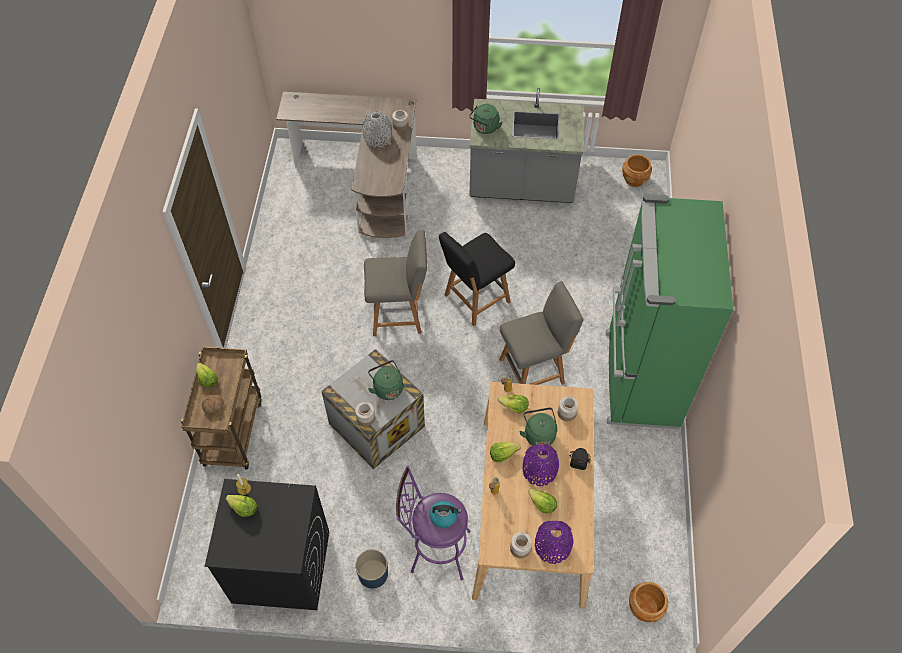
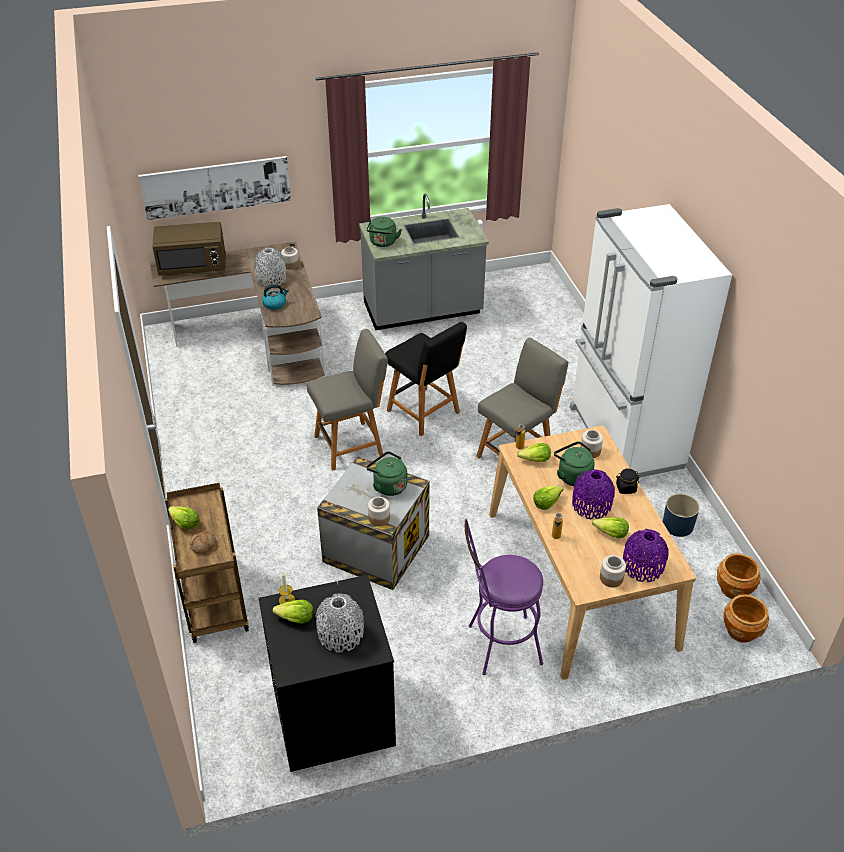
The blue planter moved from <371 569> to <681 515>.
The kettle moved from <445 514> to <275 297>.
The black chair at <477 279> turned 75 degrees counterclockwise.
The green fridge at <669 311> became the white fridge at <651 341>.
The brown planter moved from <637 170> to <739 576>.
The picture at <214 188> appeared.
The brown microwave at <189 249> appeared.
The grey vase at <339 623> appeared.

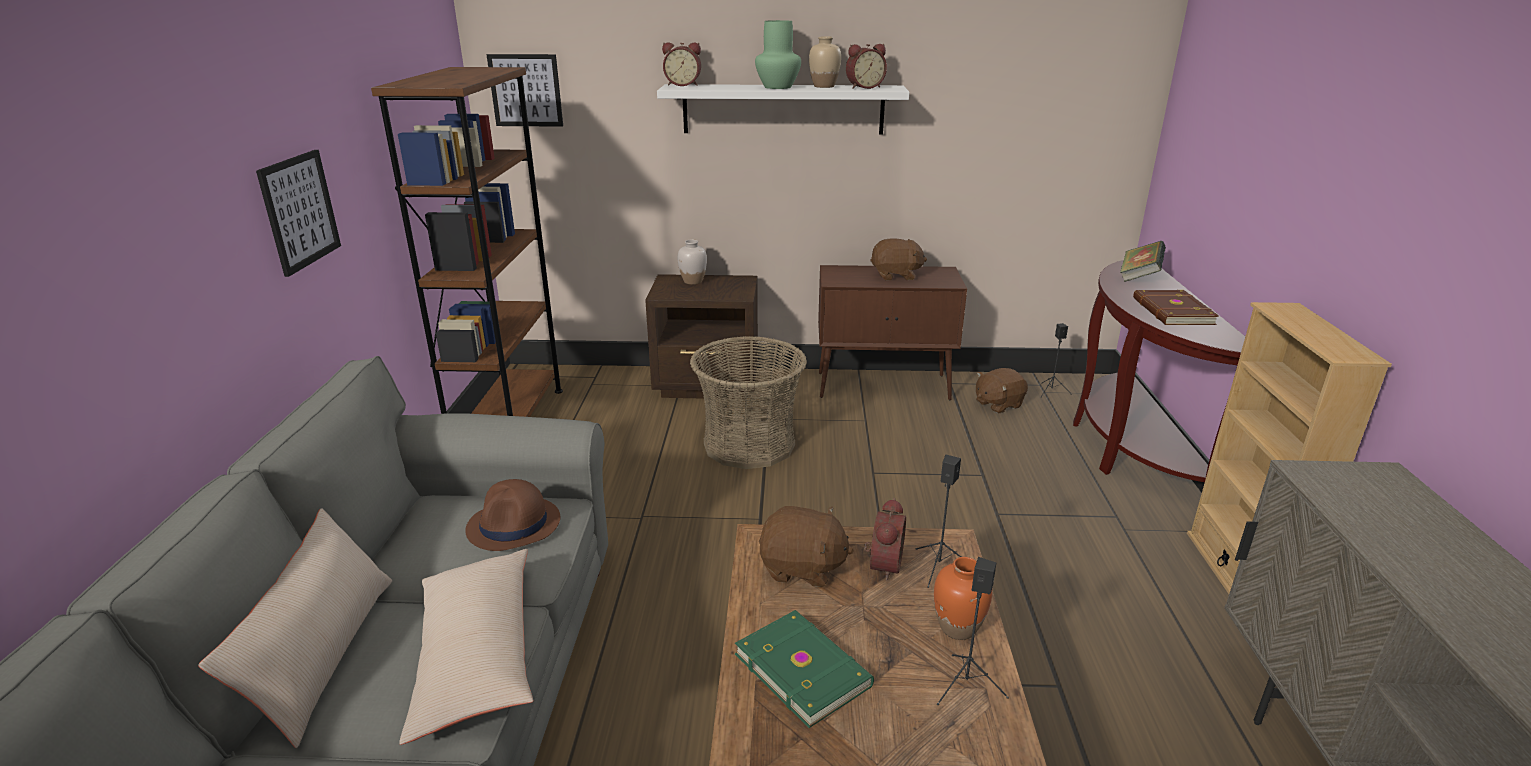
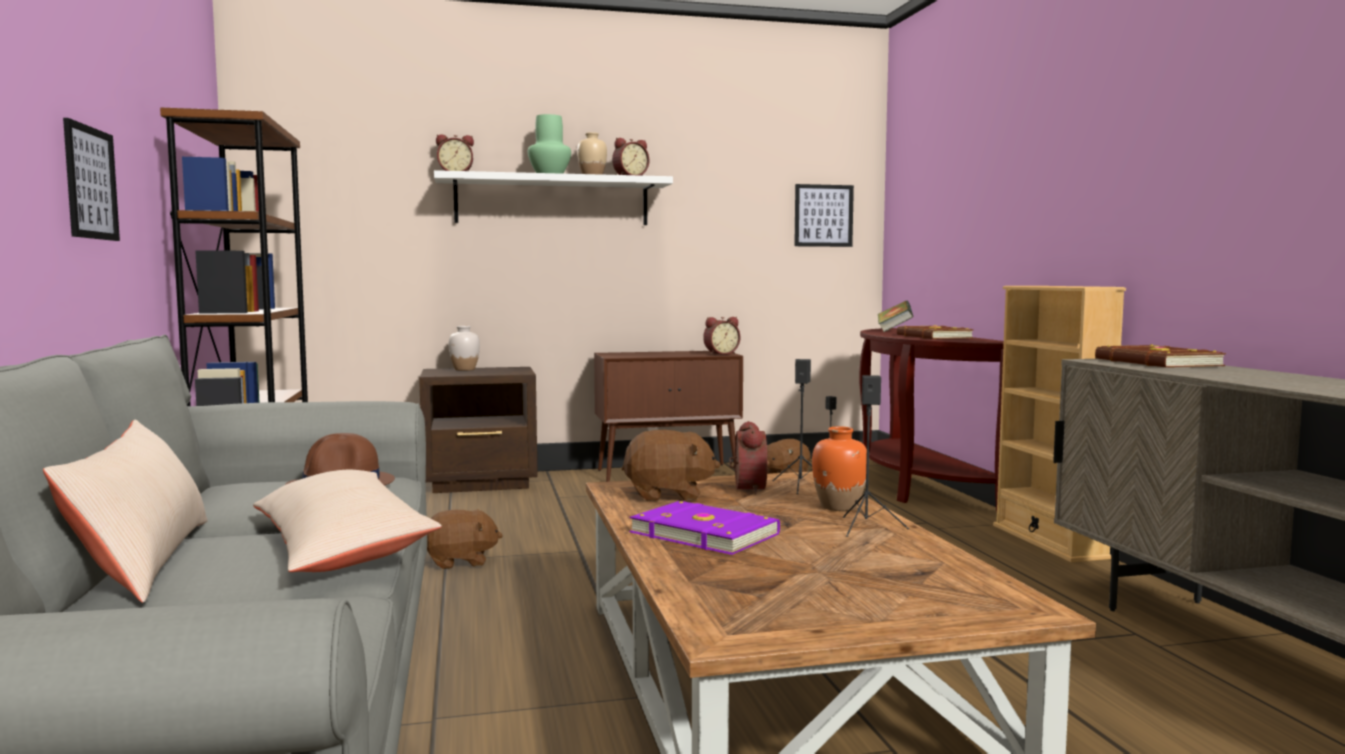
The picture moved from <524 90> to <824 215>.
The basket at <748 402> disappeared.
The green book at <804 669> became the purple book at <705 528>.
The brown plush toy moved from <898 259> to <465 539>.
The alarm clock at <721 336> appeared.
The brown book at <1160 356> appeared.

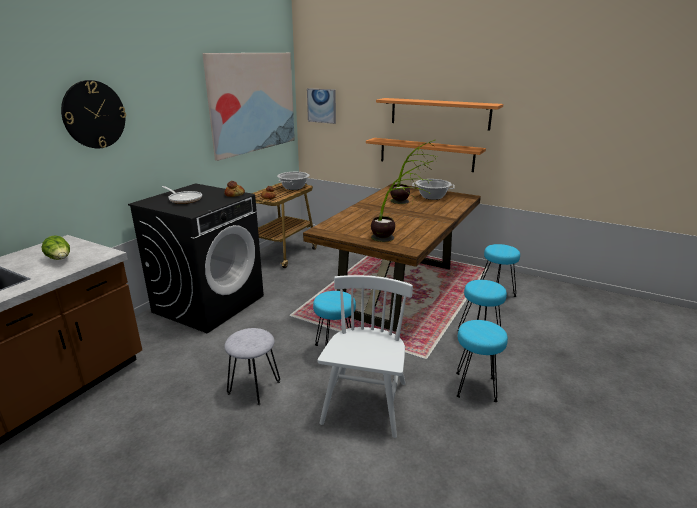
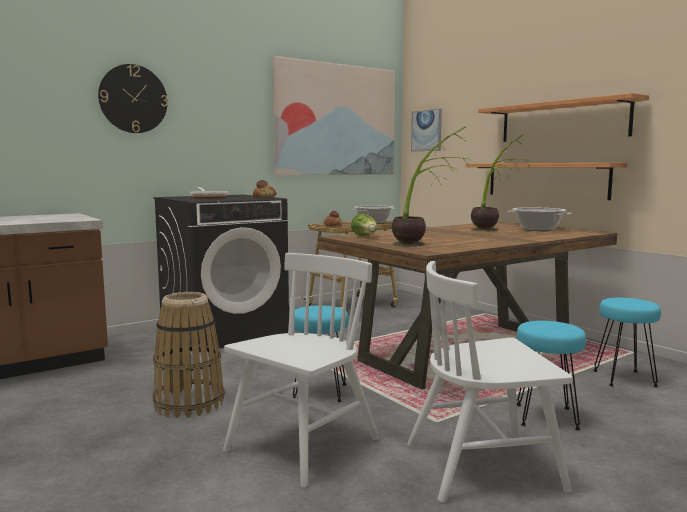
The lettuce moved from <55 247> to <364 224>.
The grey stool at <252 366> was replaced by the basket at <189 355>.
The turquoise stool at <482 361> was replaced by the white chair at <490 382>.

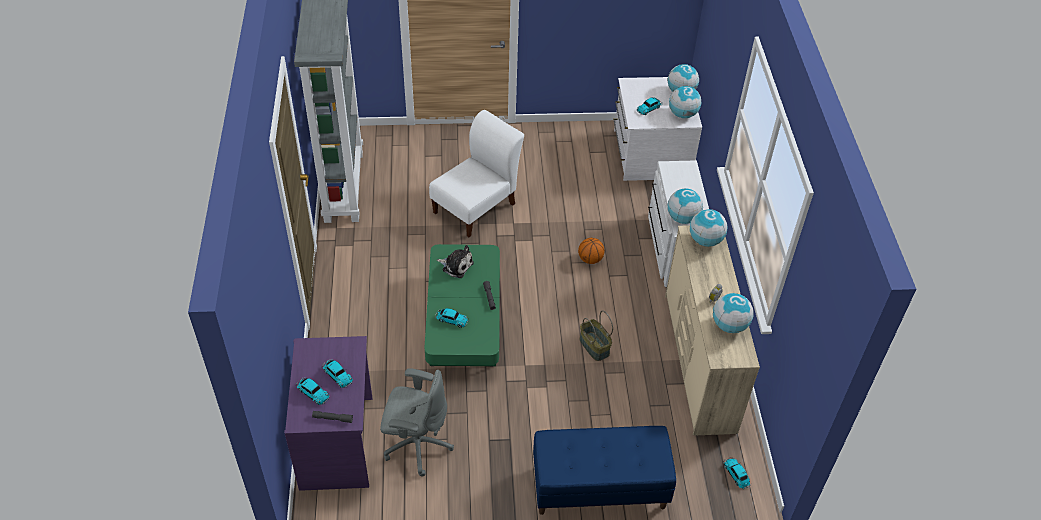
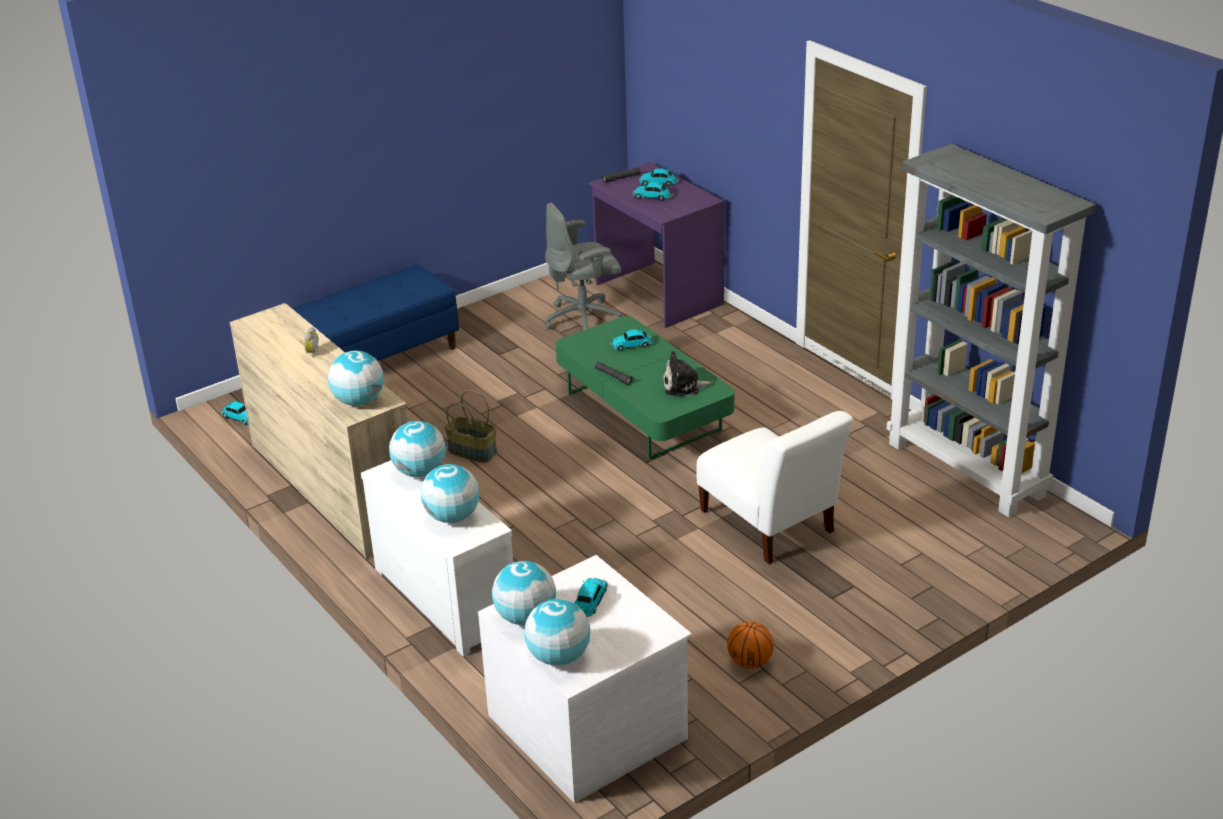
The white chair at <476 173> turned 45 degrees counterclockwise.
The basketball moved from <591 251> to <750 645>.
The globe moved from <733 313> to <450 493>.

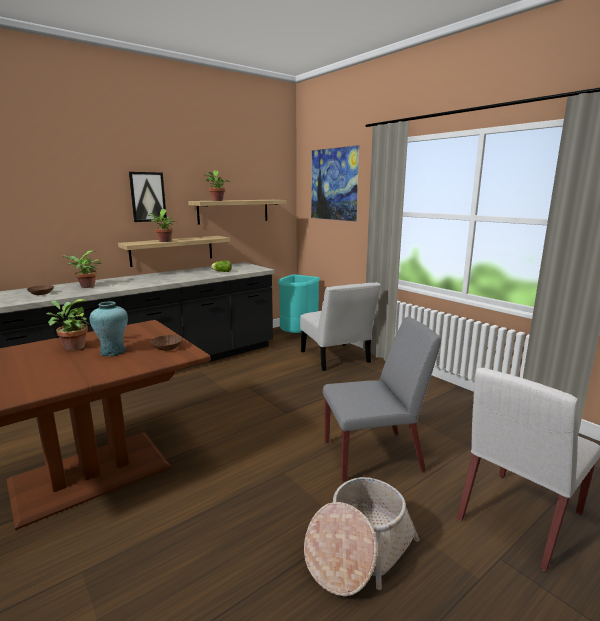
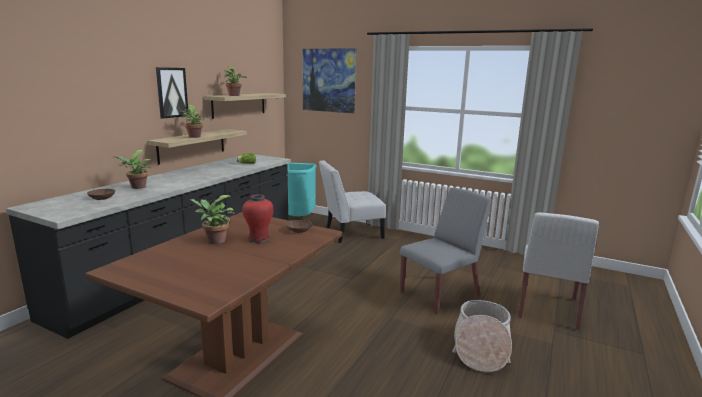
The turquoise vase at <109 328> became the red vase at <258 218>.
The white chair at <340 326> turned 120 degrees clockwise.

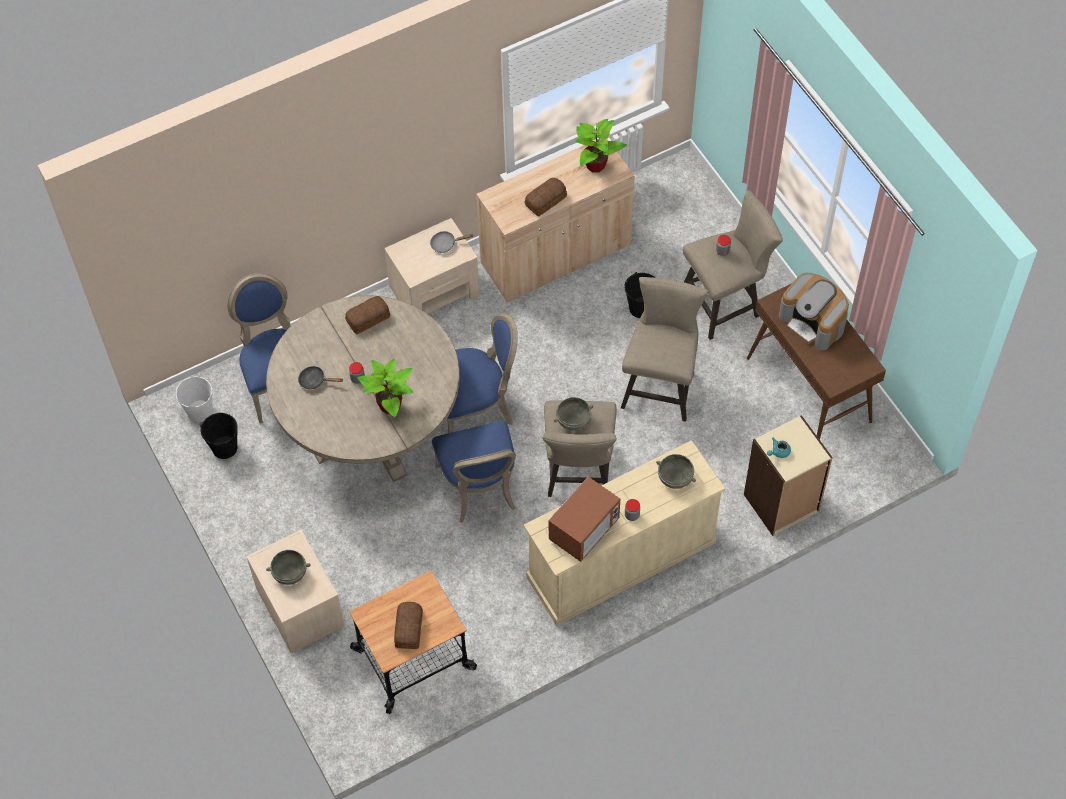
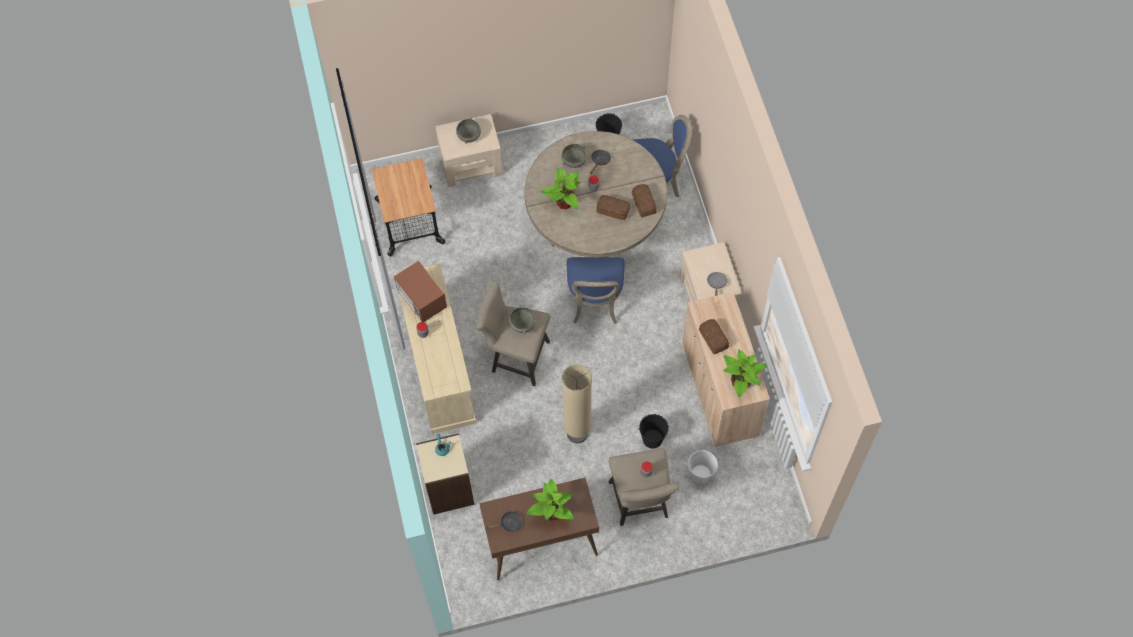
The white bucket moved from <194 399> to <703 467>.
The bread moved from <408 625> to <613 207>.
The blue chair at <474 472> disappeared.
The beige stool at <665 349> was replaced by the beige floor lamp at <577 404>.
The grey bowl moved from <676 471> to <574 156>.
The coffee machine at <814 311> was replaced by the potted plant at <550 500>.
The black frying pan at <504 521> appeared.

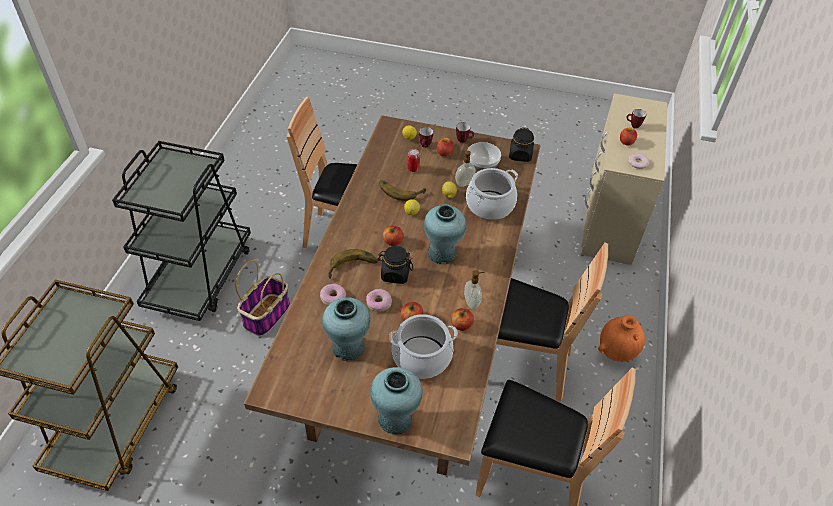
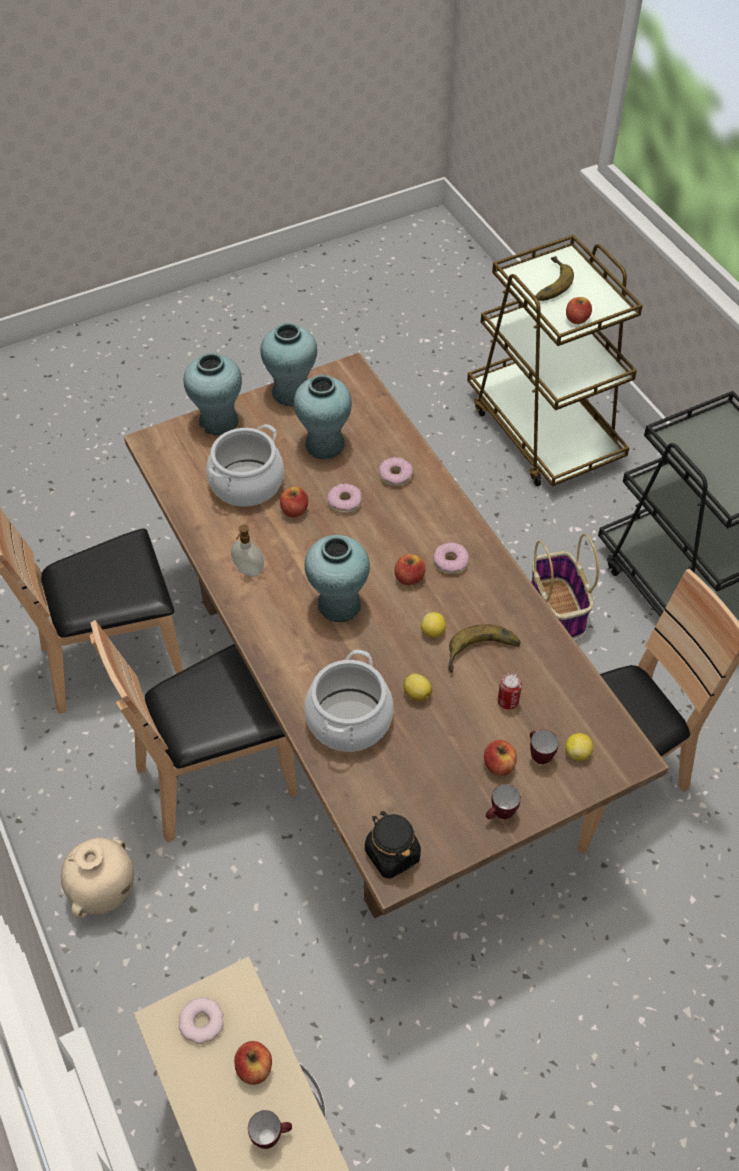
The banana moved from <353 264> to <554 278>.
The black jar at <395 265> disappeared.
The apple moved from <462 319> to <579 310>.
The soap dispenser at <465 168> disappeared.
The bowl at <484 156> disappeared.
The orange vase at <621 338> became the beige vase at <97 878>.
The turquoise vase at <289 364> appeared.
The donut at <451 558> appeared.

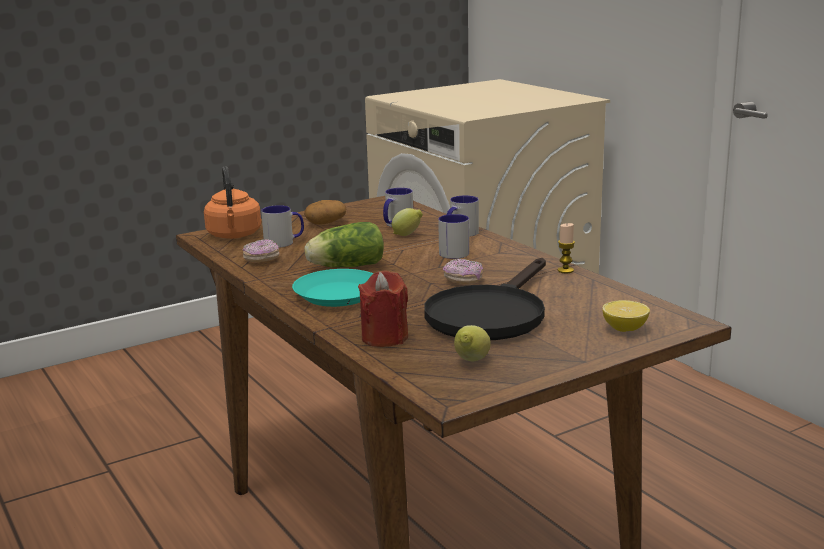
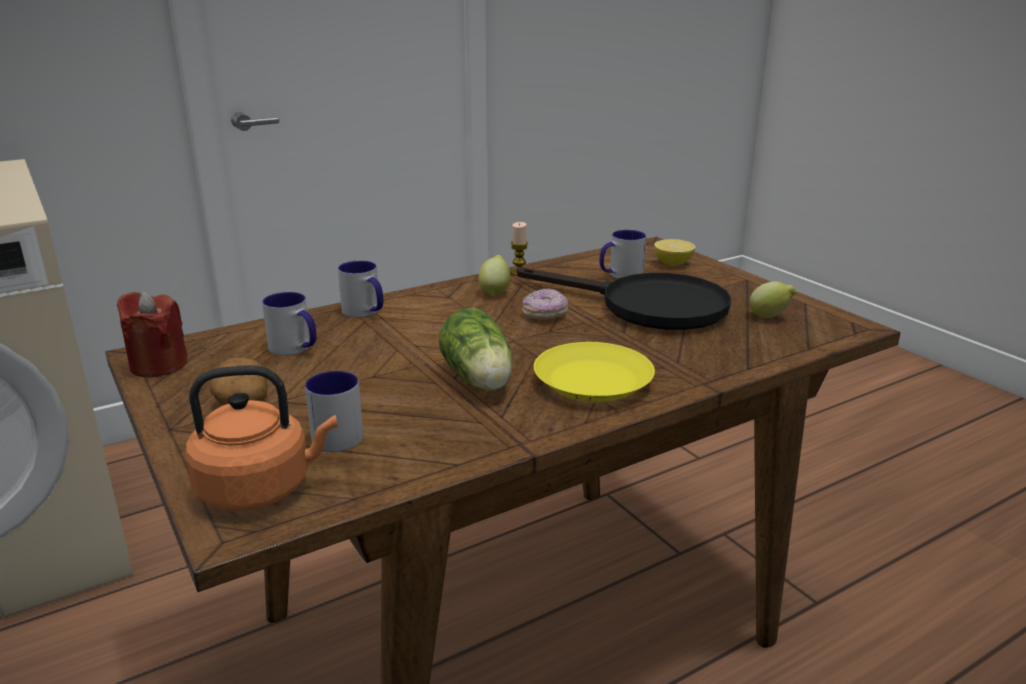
The donut at <261 250> disappeared.
The turquoise plate at <333 288> became the yellow plate at <594 372>.
The red candle moved from <383 308> to <152 335>.
The lemon moved from <407 222> to <494 275>.
The mug moved from <453 236> to <623 254>.

